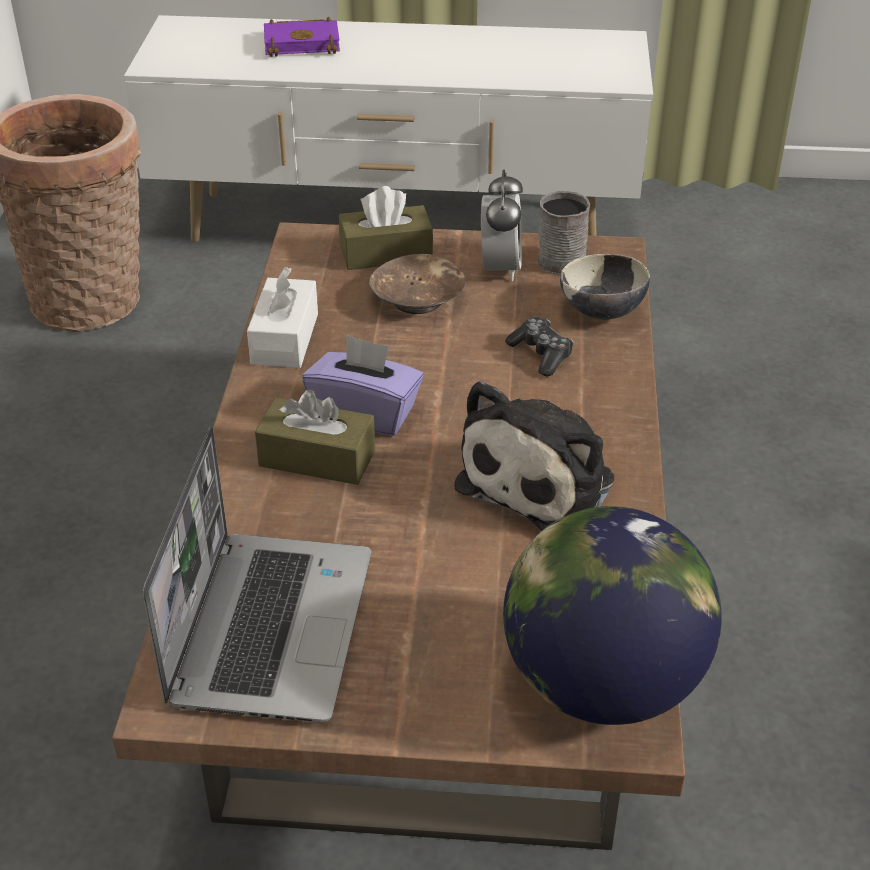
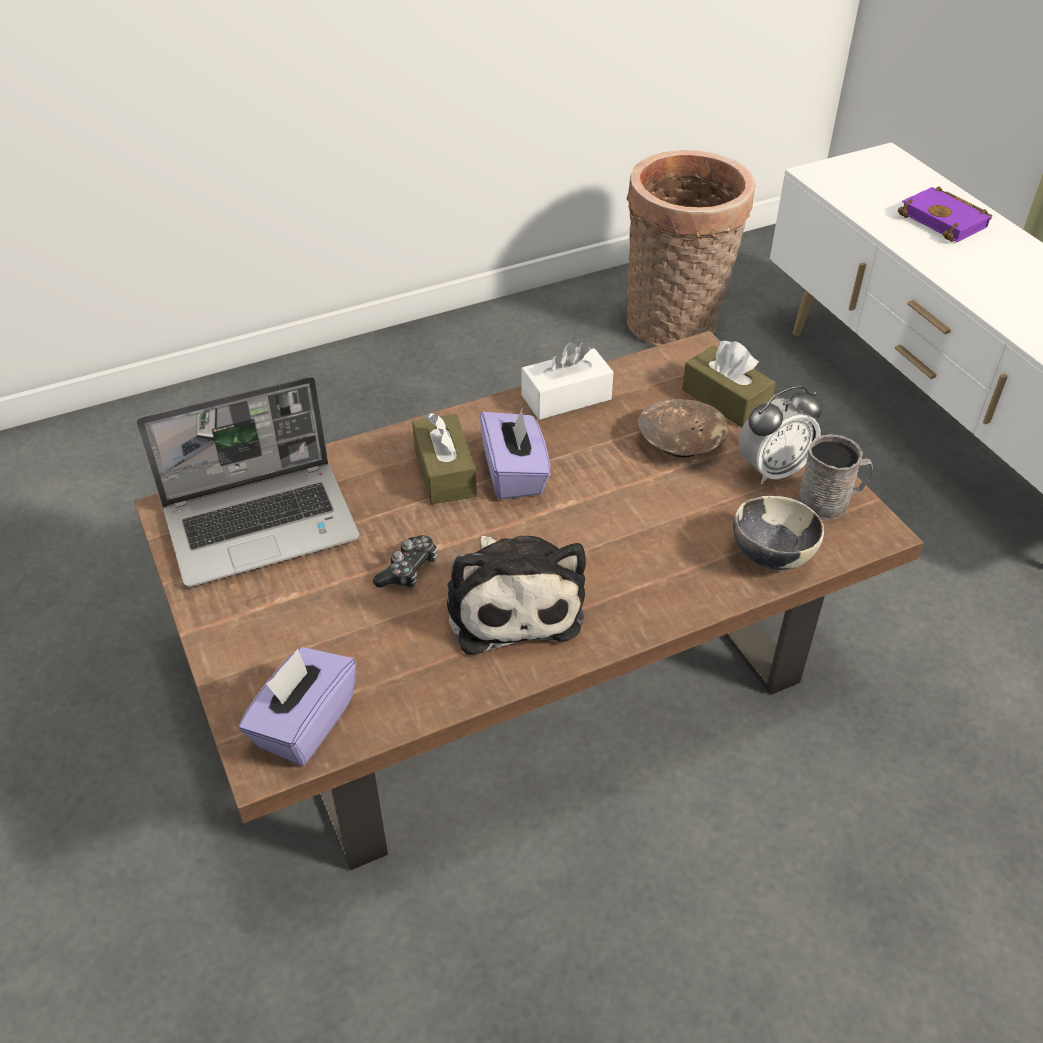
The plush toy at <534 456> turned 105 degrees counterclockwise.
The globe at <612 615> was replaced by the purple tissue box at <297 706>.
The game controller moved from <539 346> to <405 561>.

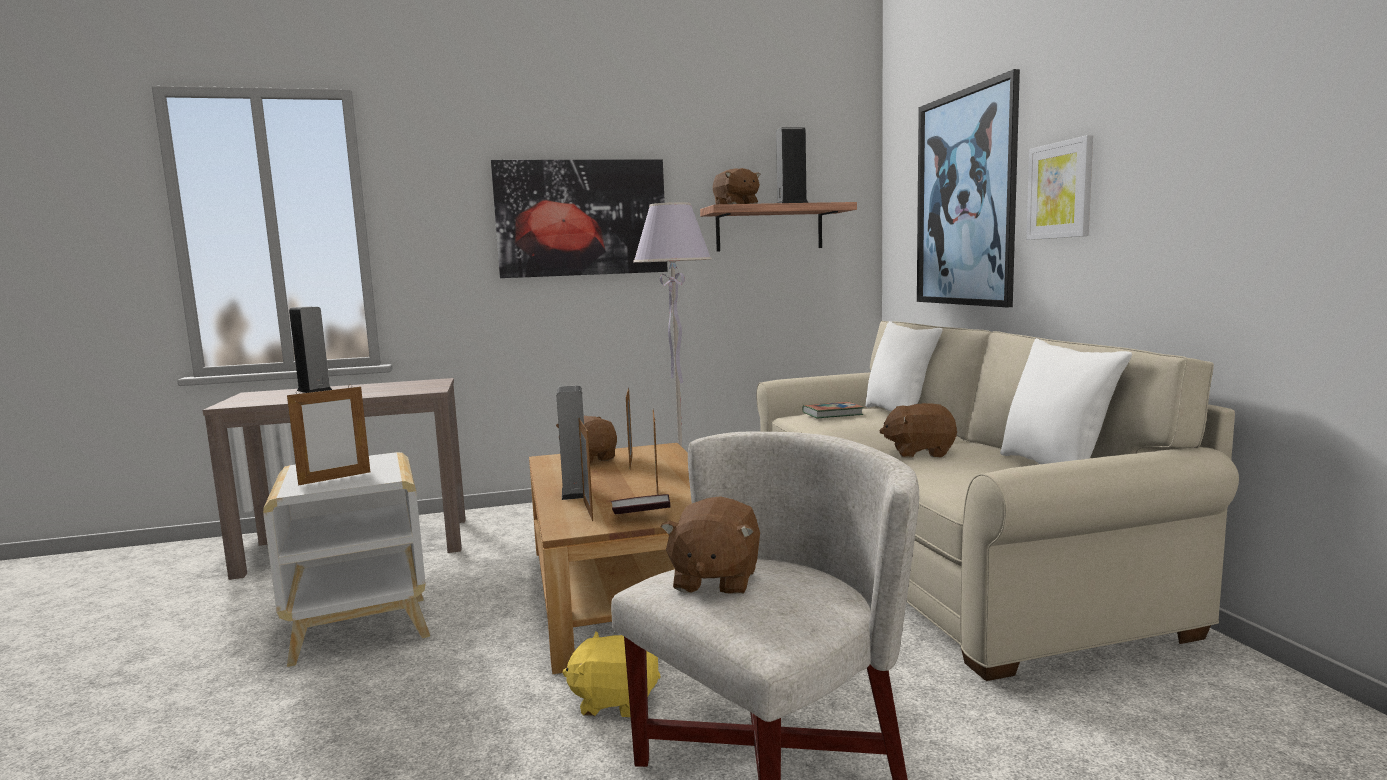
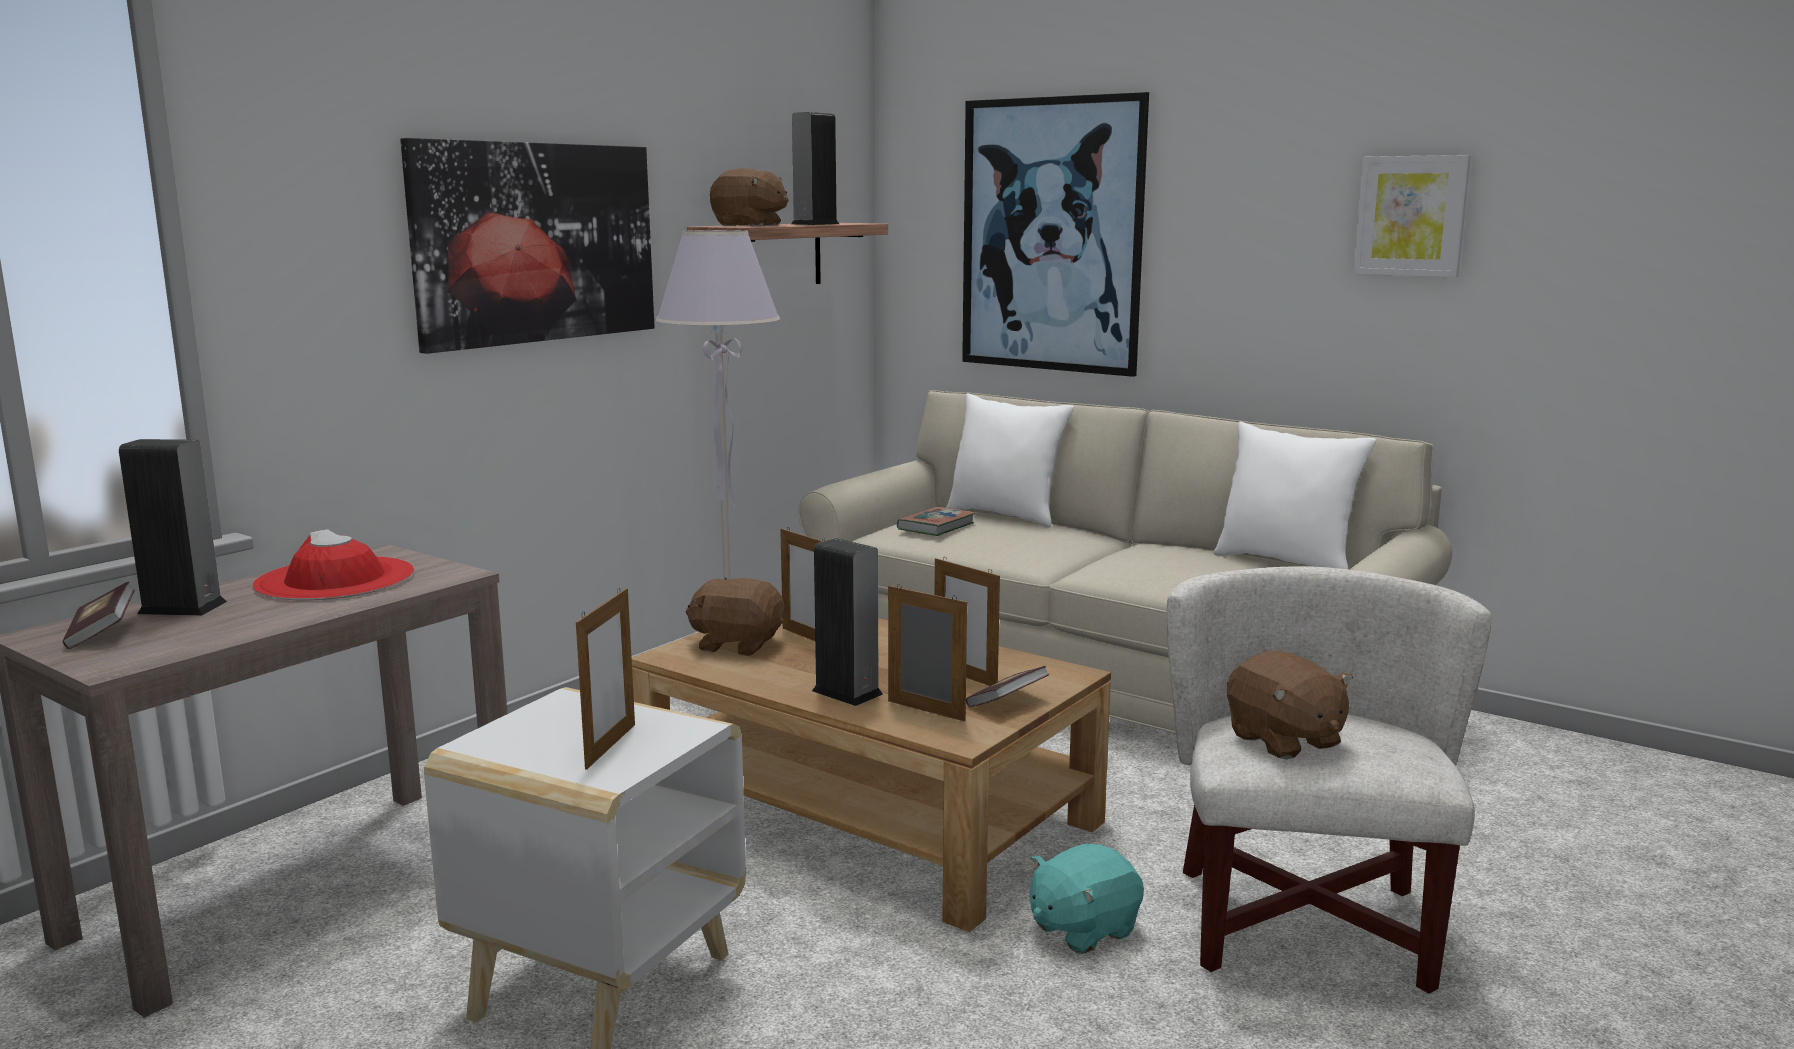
The yellow plush toy at <611 674> became the turquoise plush toy at <1087 899>.
The brown plush toy at <918 430> disappeared.
The picture moved from <1059 187> to <1412 216>.
The book at <98 615> appeared.
The red hat at <333 565> appeared.

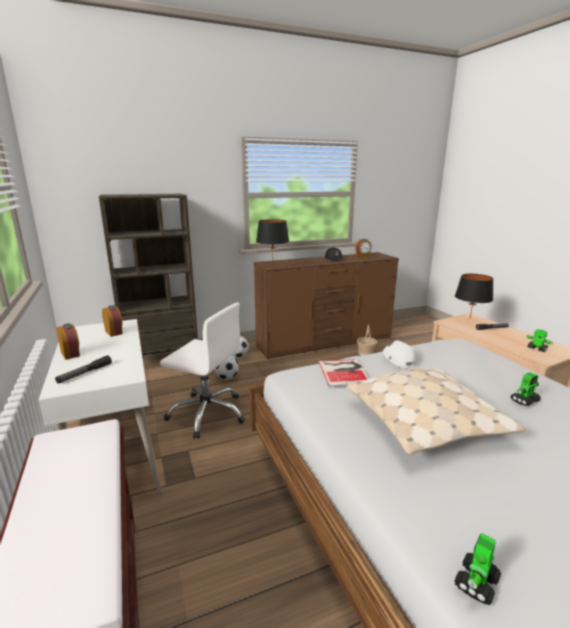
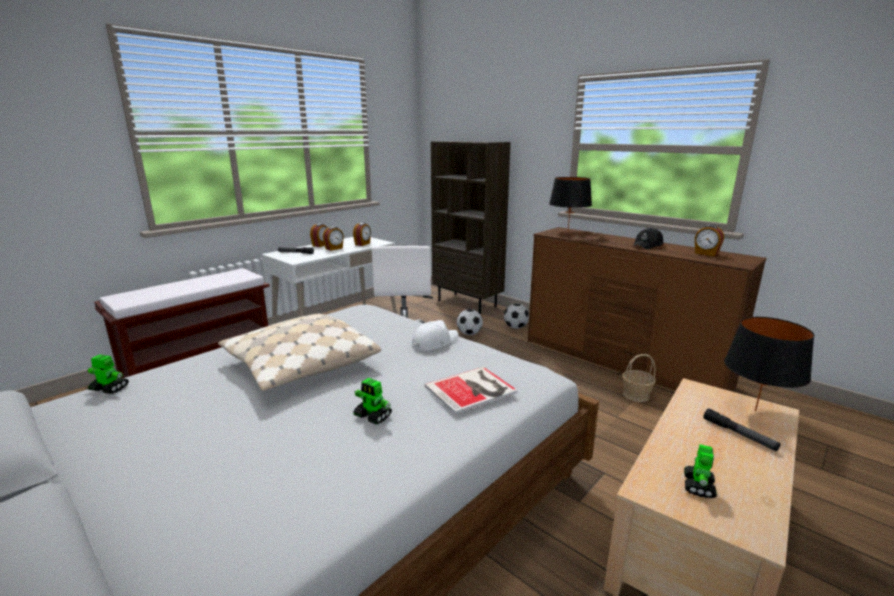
The book moved from <344 373> to <471 390>.
The alarm clock at <333 239> appeared.

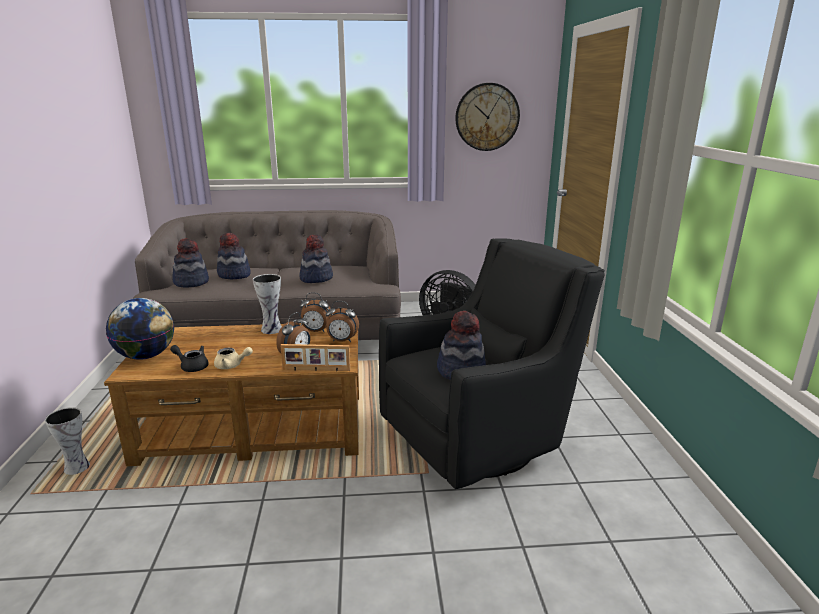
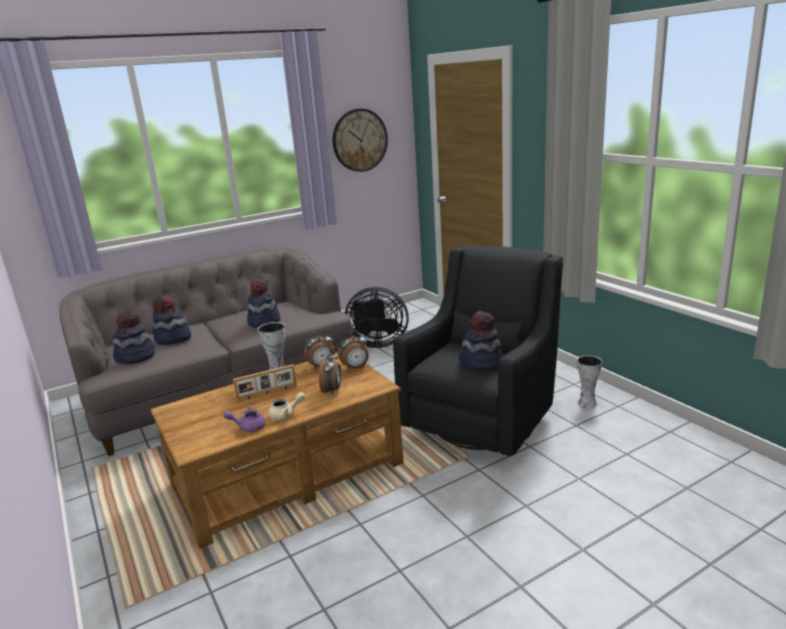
The vase moved from <67 441> to <589 381>.
The globe at <140 329> disappeared.
The black teapot at <189 358> became the purple teapot at <244 418>.
The picture frame moved from <315 357> to <265 383>.

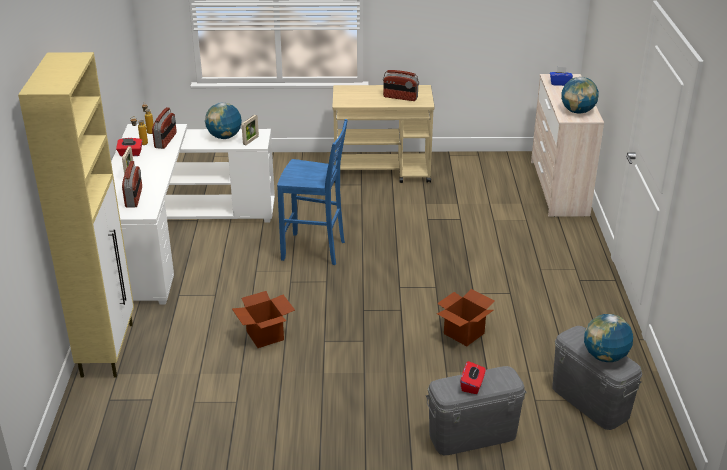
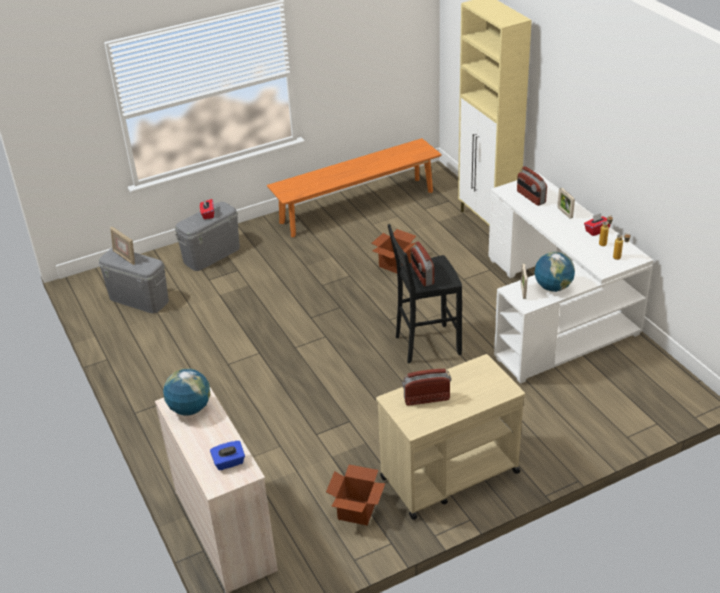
The radio moved from <164 128> to <422 264>.
The blue stool at <312 192> became the black stool at <425 293>.
The cardboard box moved from <465 317> to <355 495>.
The globe at <608 338> was replaced by the picture frame at <122 246>.
The orange bench at <354 187> appeared.

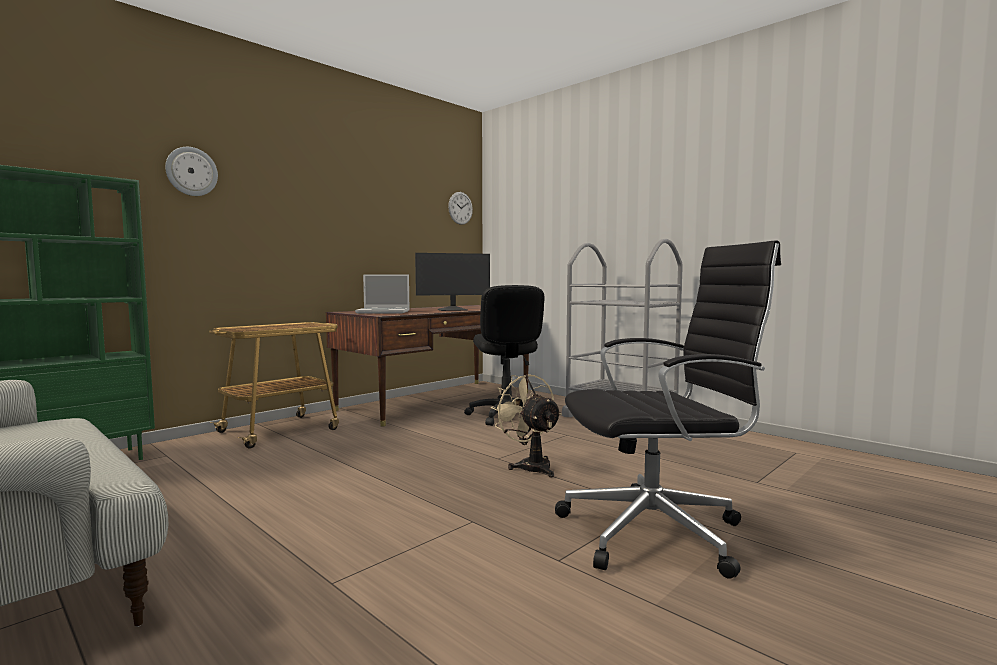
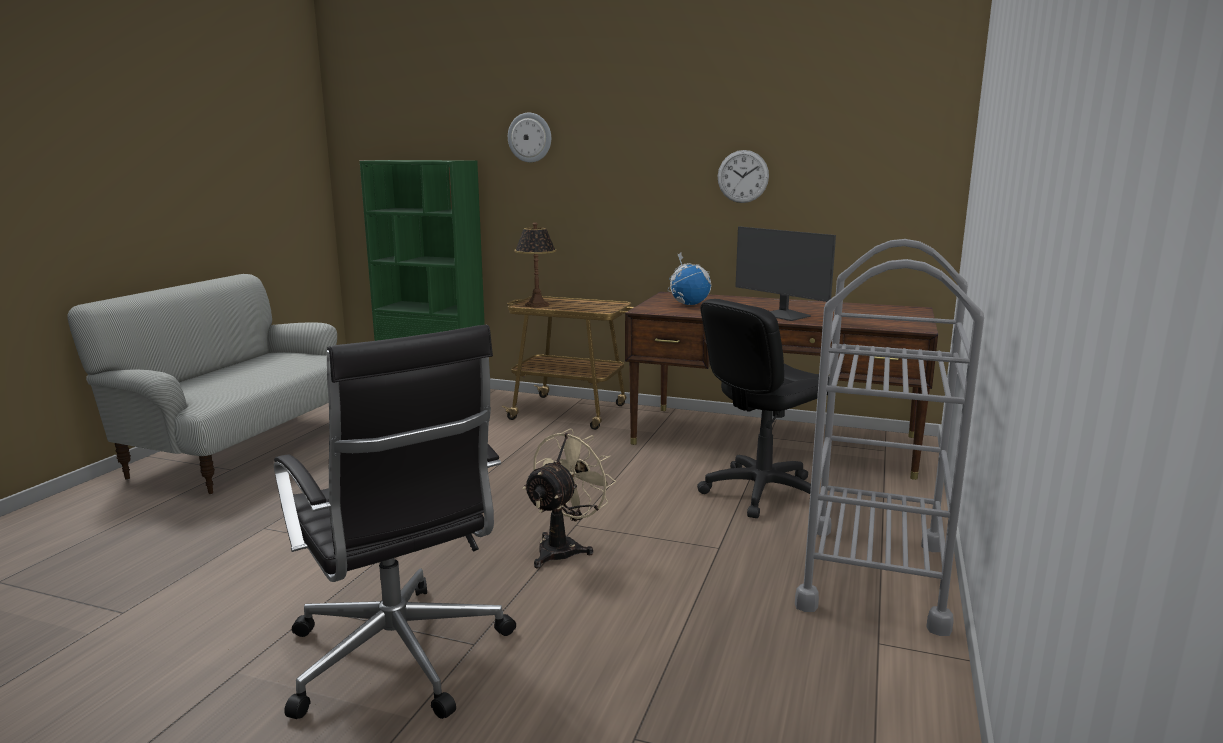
The laptop at <382 294> was replaced by the globe at <689 278>.
The wall clock moved from <460 208> to <743 176>.
The table lamp at <535 264> appeared.

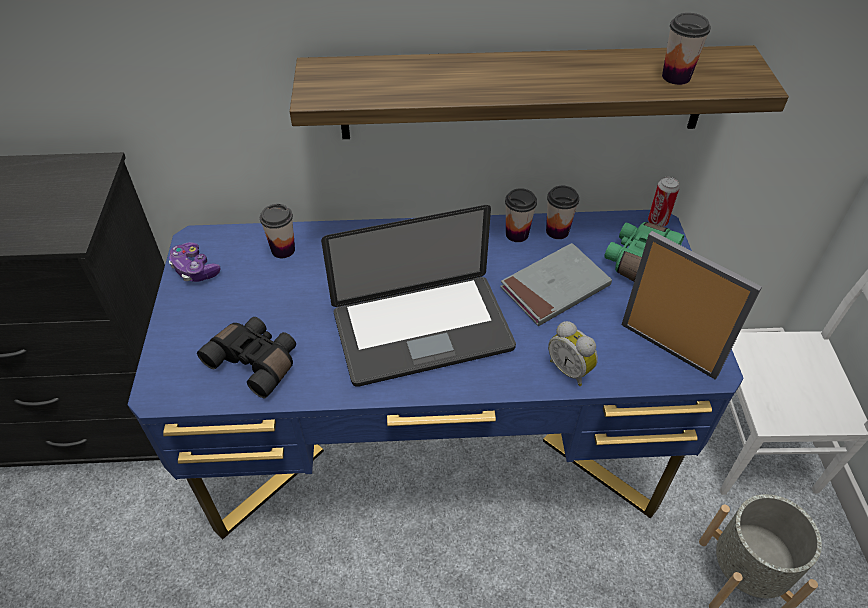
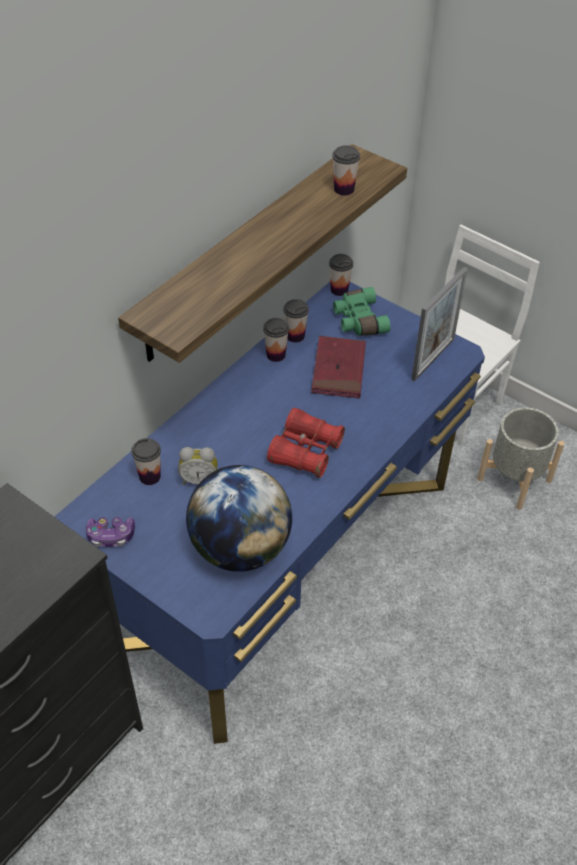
The black binoculars at <246 357> was replaced by the globe at <239 518>.
The laptop at <418 296> was replaced by the red binoculars at <306 443>.
The grey book at <556 284> became the red book at <338 367>.
The alarm clock moved from <573 353> to <198 465>.
The picture frame at <692 305> turned 135 degrees clockwise.
The can at <664 202> was replaced by the cup at <341 275>.

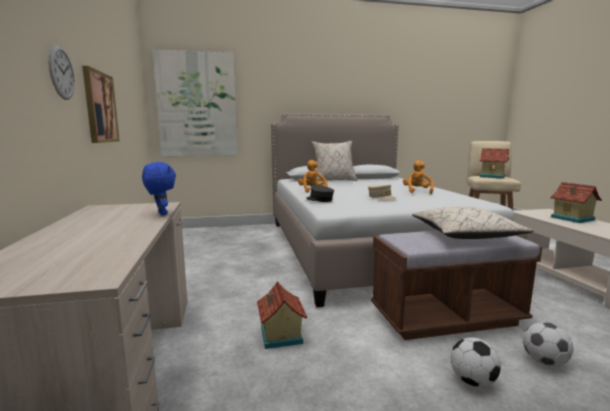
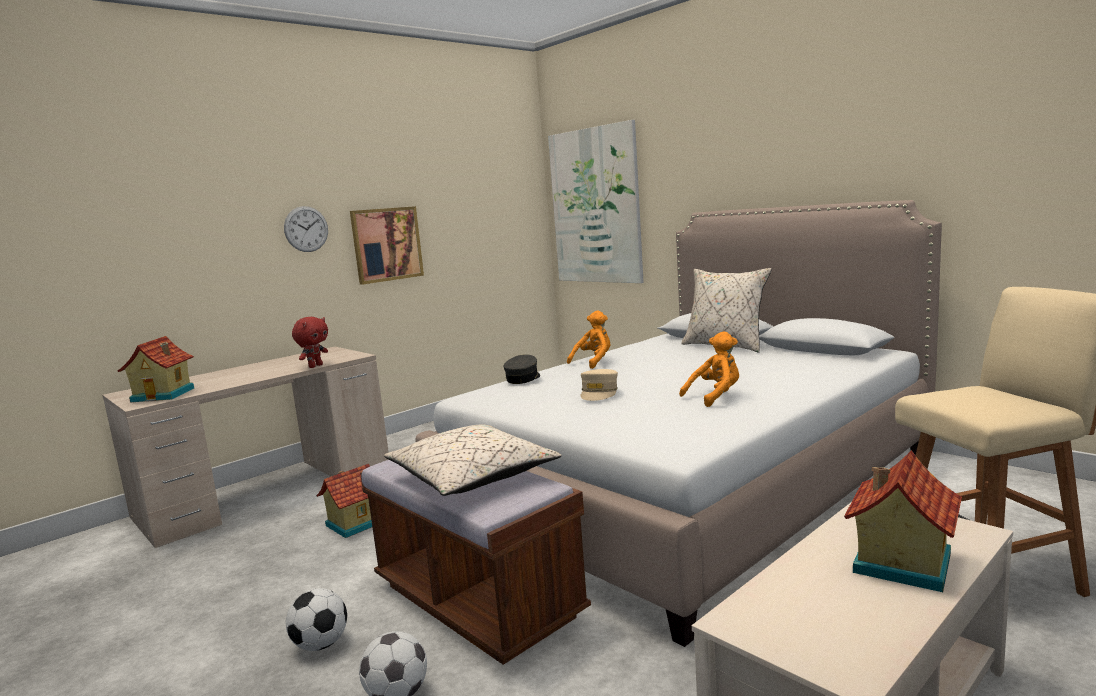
The blue plush toy at <159 189> became the red plush toy at <310 342>.
The toy house moved from <494 163> to <156 369>.

